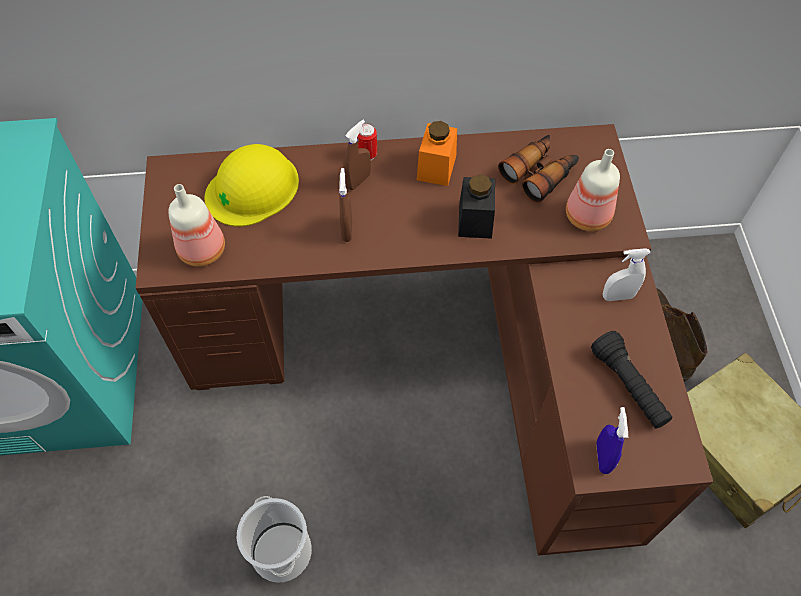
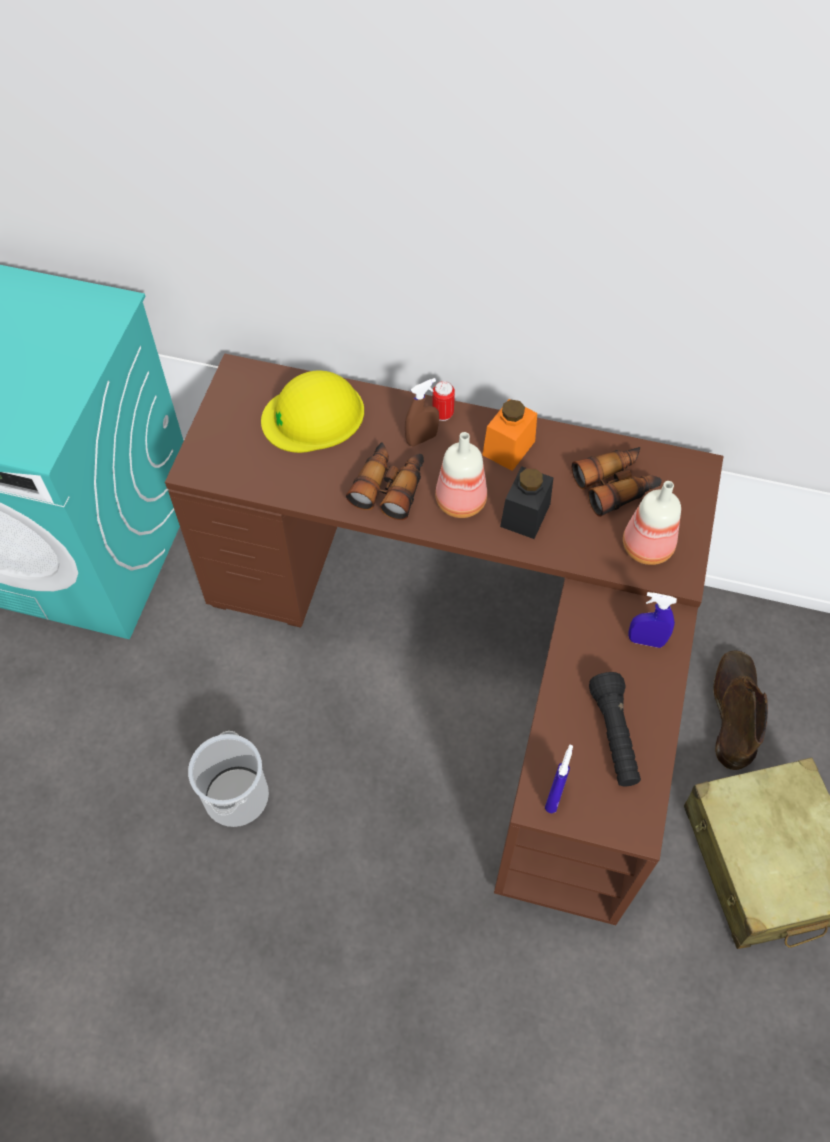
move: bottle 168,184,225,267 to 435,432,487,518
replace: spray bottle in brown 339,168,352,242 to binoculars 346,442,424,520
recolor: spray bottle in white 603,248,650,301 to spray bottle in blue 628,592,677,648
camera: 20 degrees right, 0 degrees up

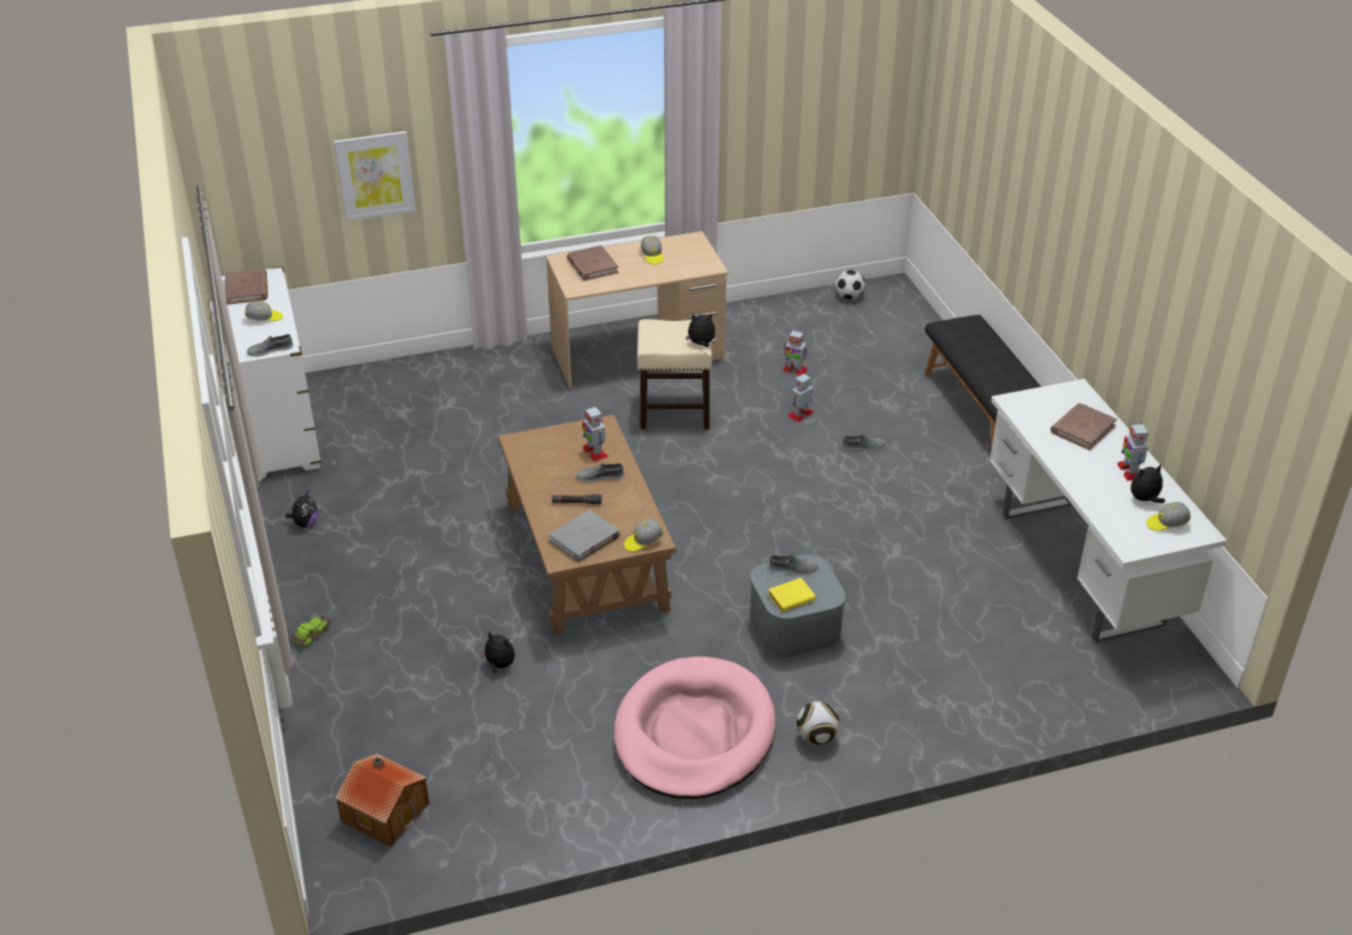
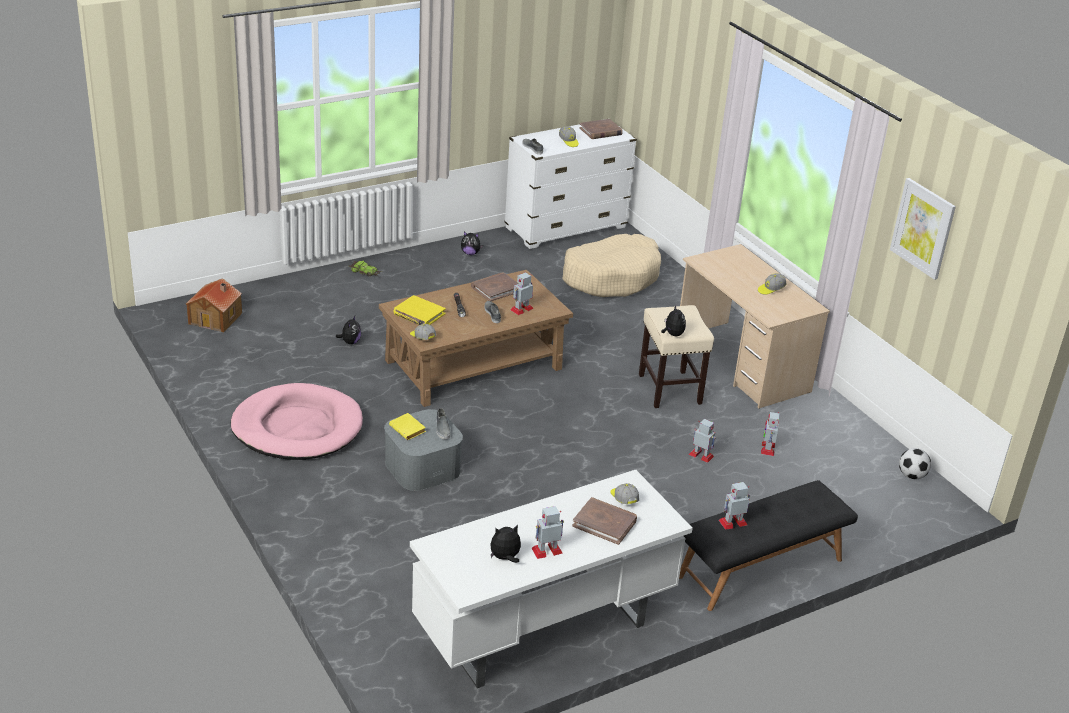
delete: shoe in grey 842,433,884,451; football 797,701,840,745
insert: dog bed in beige 563,234,661,297; toy robot 719,482,750,530
move: picture 334,131,416,221 to 890,178,956,280; book in brown 567,245,619,281 to 471,272,518,301; cap 1146,502,1191,531 to 610,483,639,504
recolor: book in grey 549,510,620,561 to book in yellow 393,295,446,325
rotate: plush toy 1131,464,1165,503 = 491,525,521,563 75 degrees counterclockwise
camera: 75 degrees right, 5 degrees down

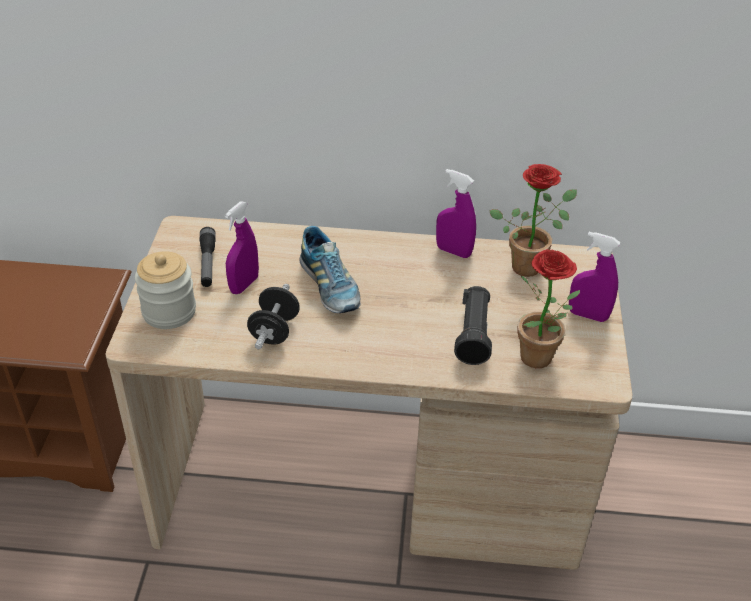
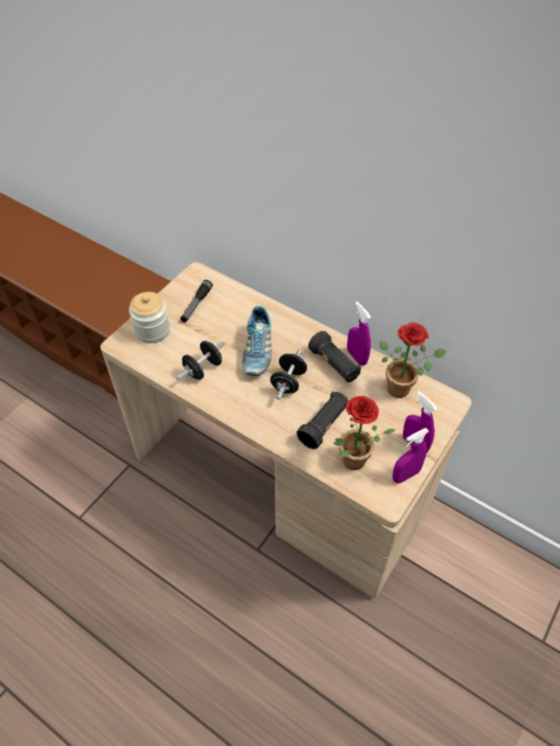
insert: flashlight in black 308,331,361,382; dumbbell in black 270,349,307,400
move: spray bottle in purple 225,201,259,294 to 393,428,429,484
camera: 30 degrees right, 10 degrees up

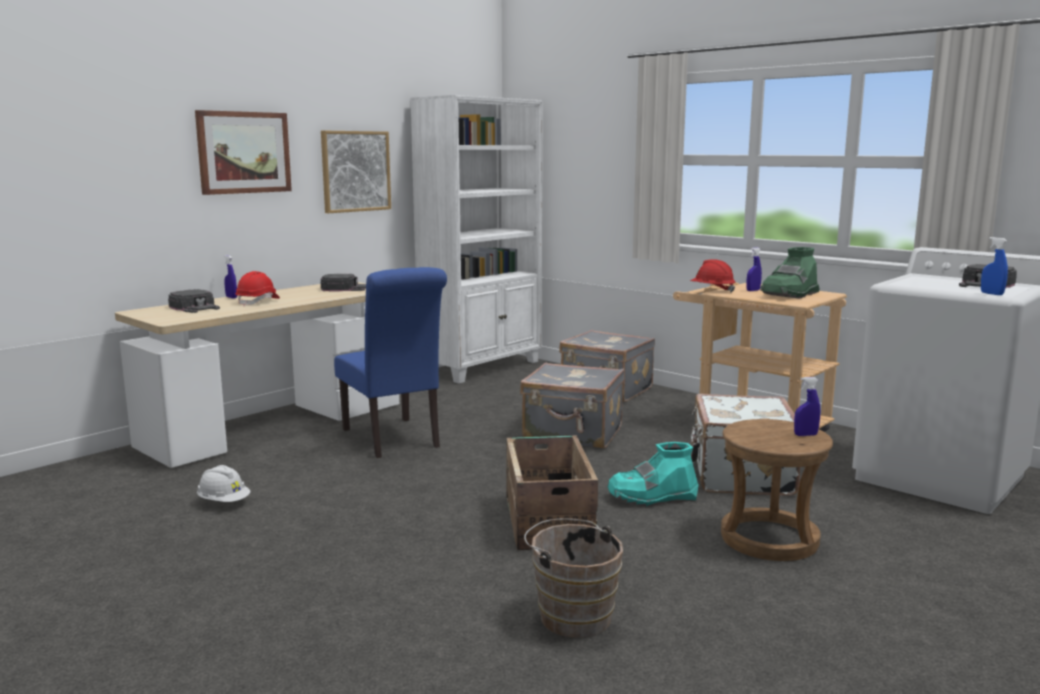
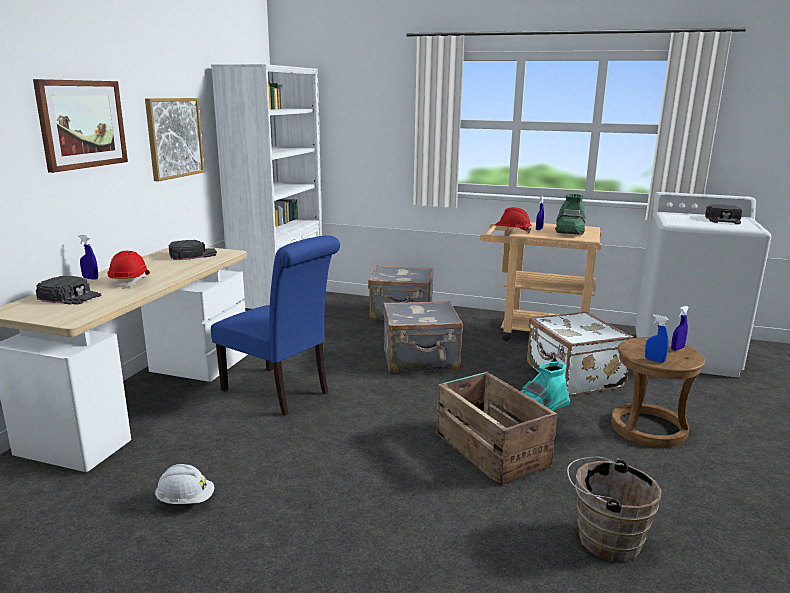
move: spray bottle in blue 981,237,1008,295 to 645,314,669,363
camera: 25 degrees left, 5 degrees up

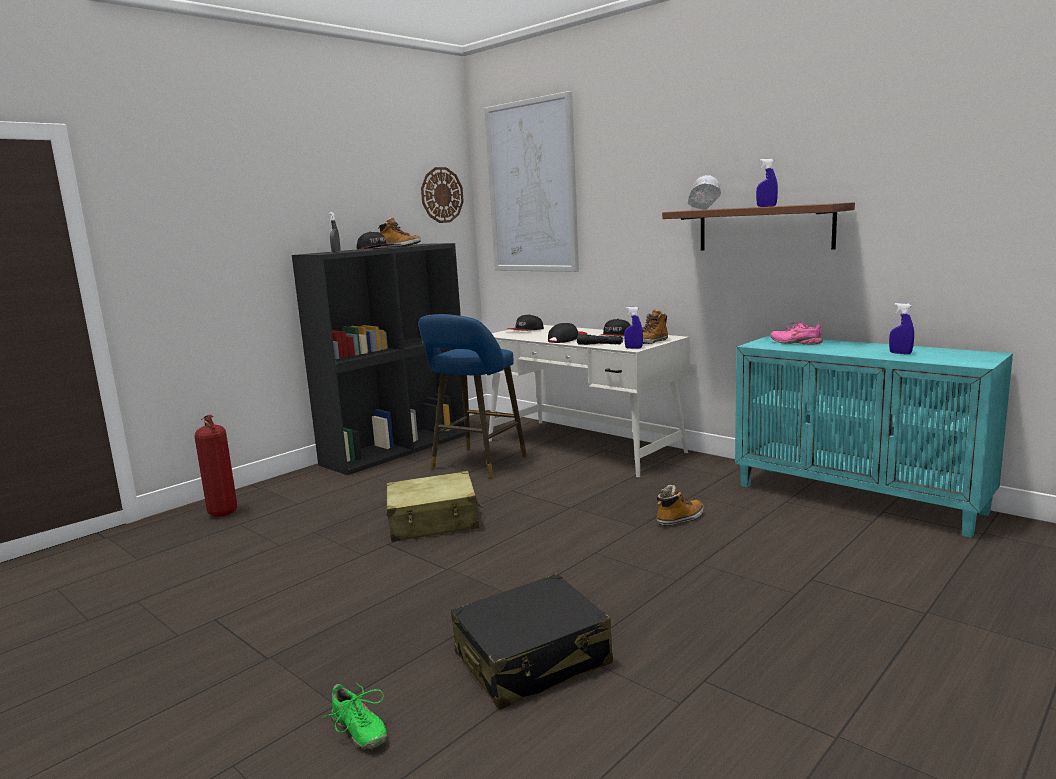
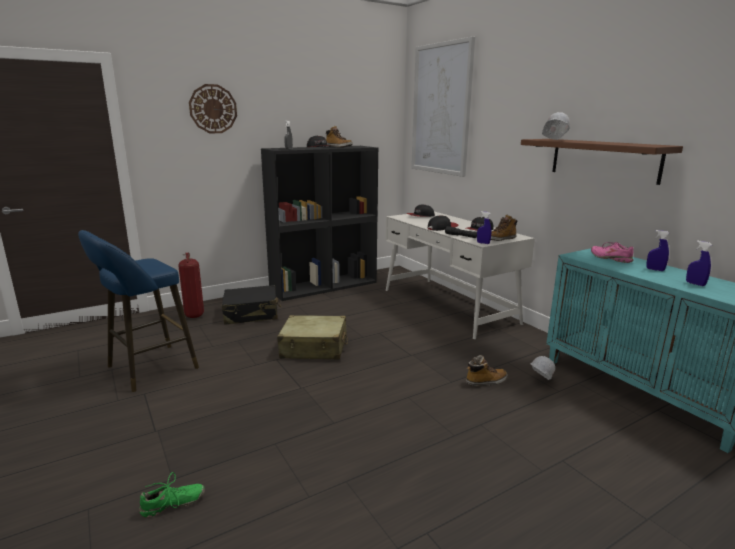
insert: hard hat in white 531,356,555,380
move: spray bottle in blue 756,159,778,207 to 647,230,669,271; wall clock 421,167,464,223 to 189,84,237,133; stool in blue 419,314,527,478 to 78,230,199,392; suitcase in black 451,574,613,710 to 222,285,281,325
rotate: shoe in green 322,683,387,749 = 139,472,205,518 90 degrees counterclockwise
camera: 15 degrees right, 5 degrees up

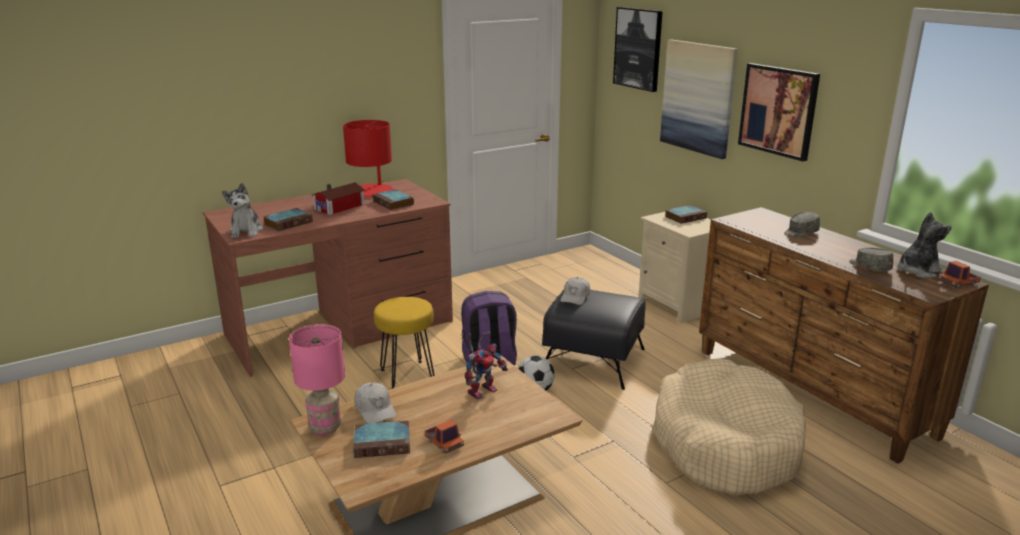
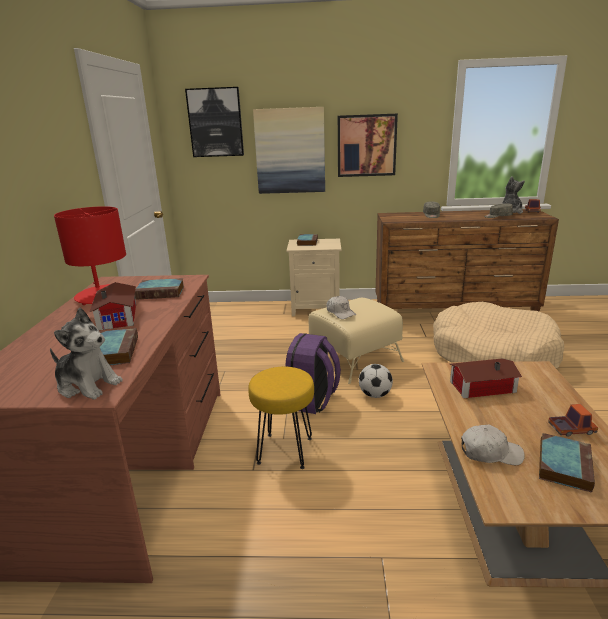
delete: table lamp in pink 289,324,345,435
replace: toy robot 465,332,508,400 to toy house 450,359,522,398
recolor: ottoman in black 542,290,646,390 to ottoman in beige 309,298,404,384
camera: 55 degrees left, 0 degrees up

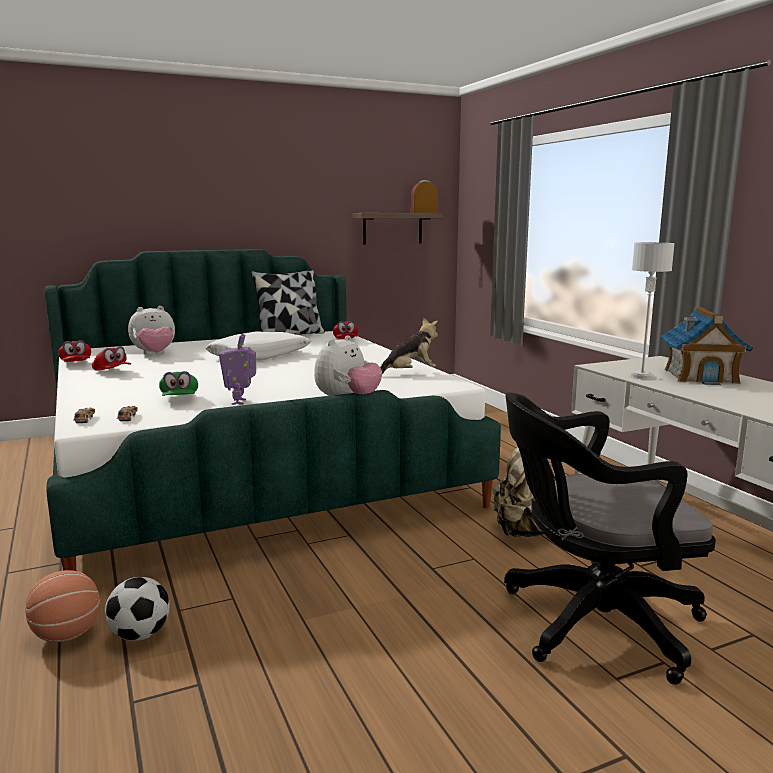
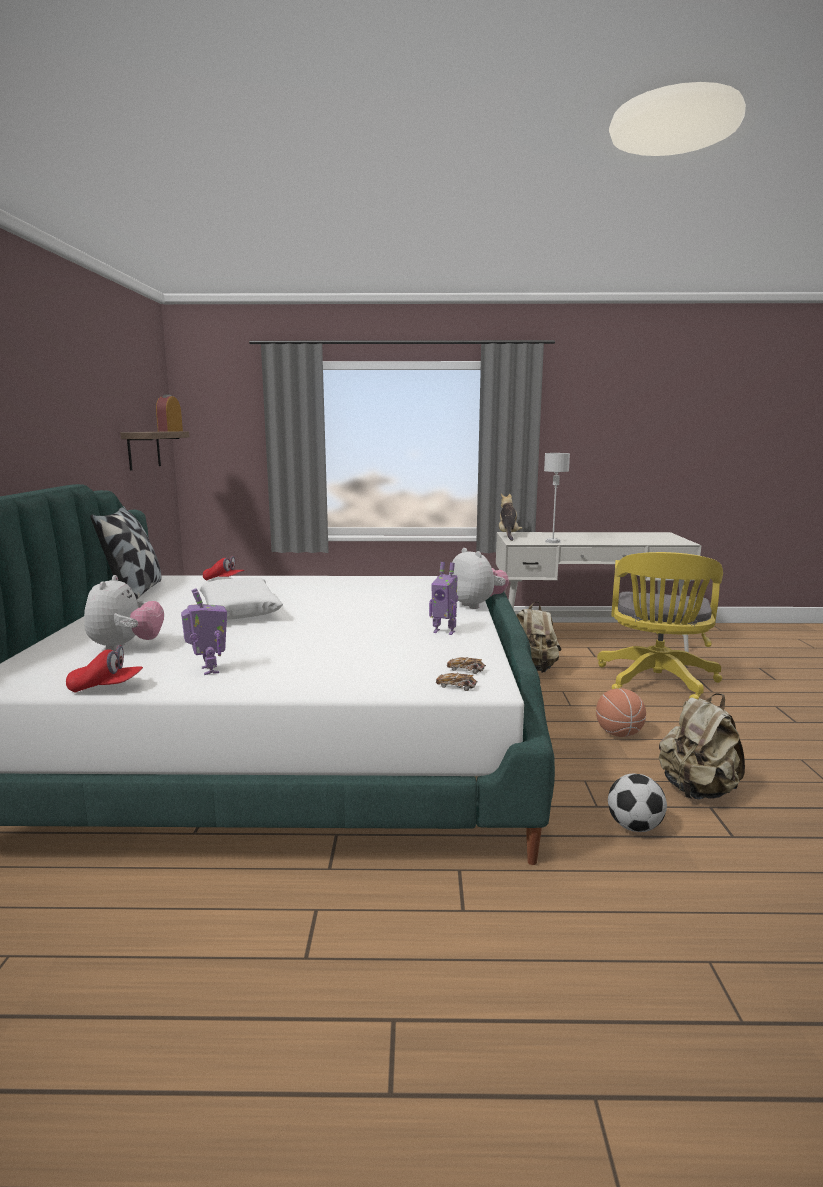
delete: toy house 661,307,753,385; cap in green 159,371,198,396
insert: backpack in beige 659,694,745,800
move: plush toy 380,318,438,374 to 499,494,522,541; basketball 25,570,100,642 to 596,688,646,737
replace: cap in red 92,346,131,371 to toy robot 181,588,227,675
recolor: office chair in black 504,392,716,685 to office chair in yellow 597,552,723,699
camera: 65 degrees left, 0 degrees up

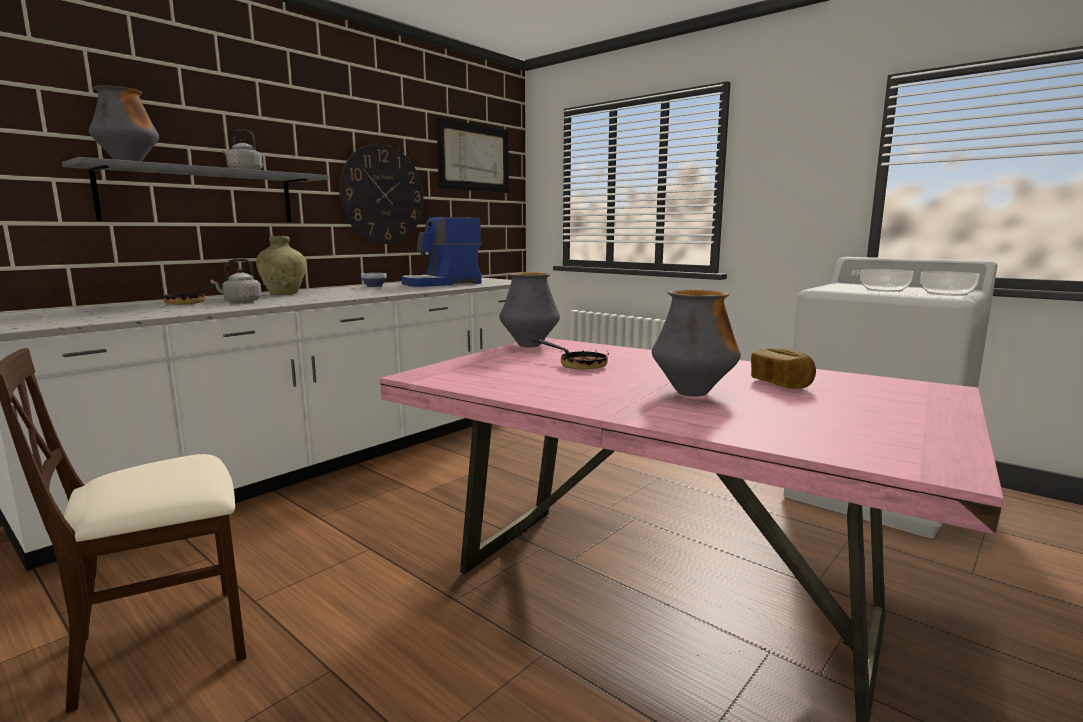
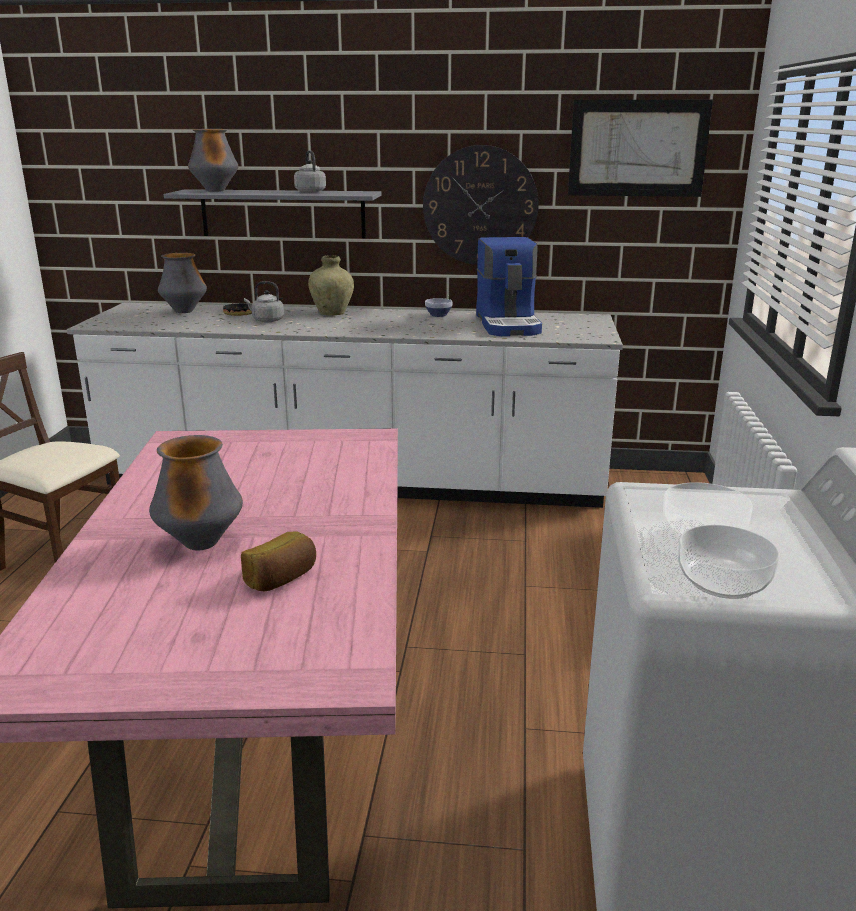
delete: frying pan 535,339,609,370
move: vase 499,272,560,348 to 158,253,207,313
rotate: coffee machine 402,217,482,287 = 476,237,542,336 120 degrees counterclockwise
camera: 55 degrees right, 10 degrees up

